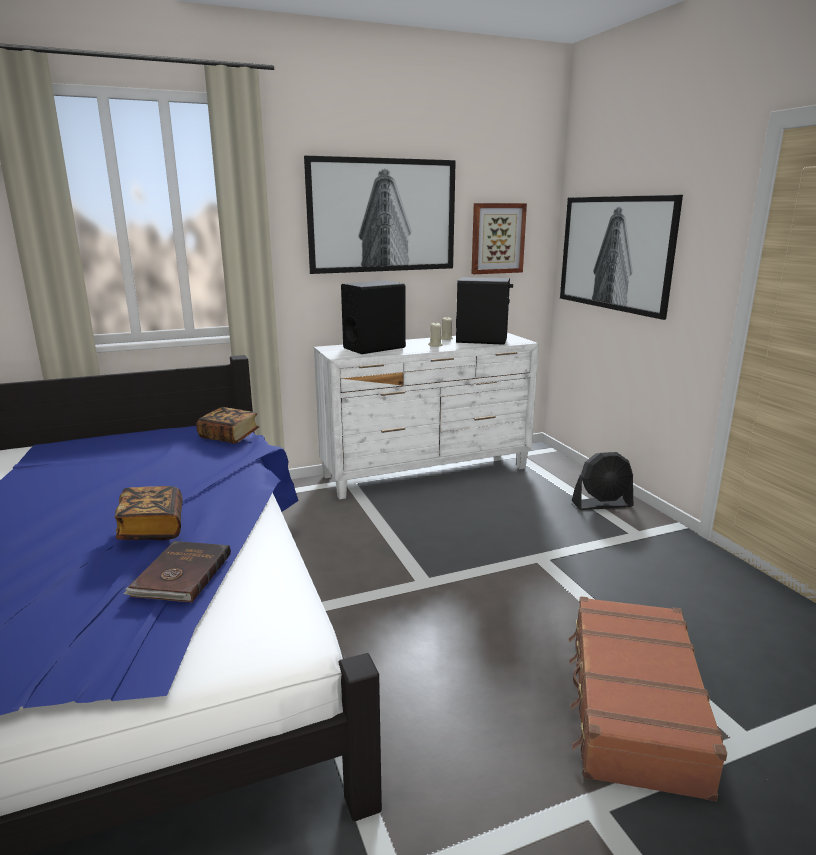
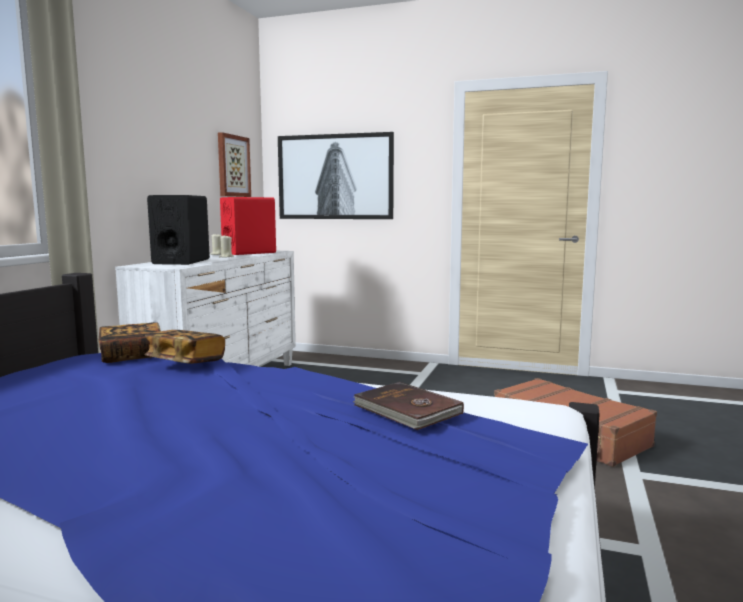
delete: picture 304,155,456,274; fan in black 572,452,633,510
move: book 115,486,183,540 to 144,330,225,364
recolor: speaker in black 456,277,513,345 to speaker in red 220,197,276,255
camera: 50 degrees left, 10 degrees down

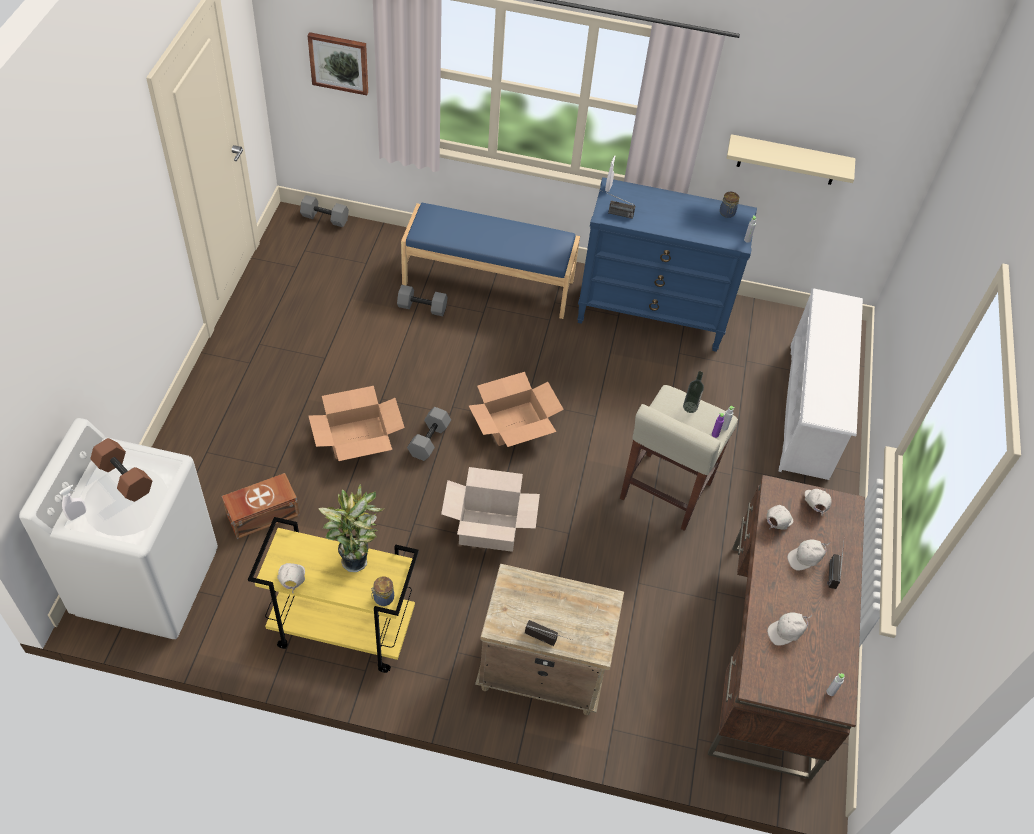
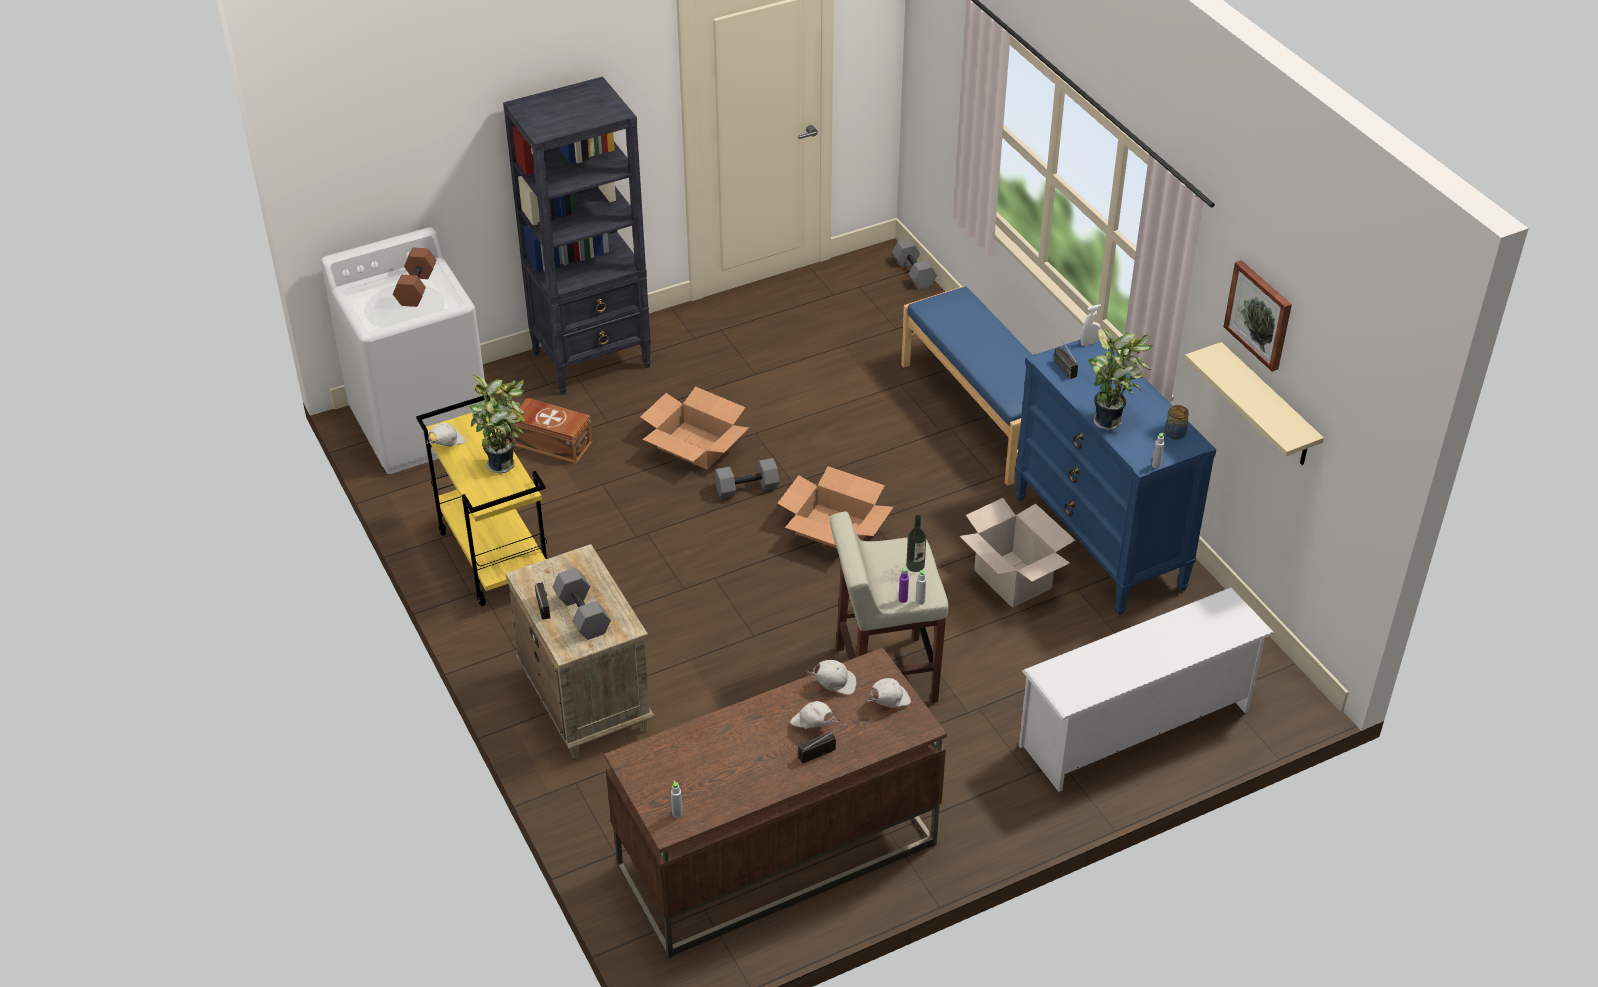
delete: spray bottle in white 59,484,86,521; jar 371,576,394,606; cap in white 767,612,812,646
insert: bookcase in black 503,77,651,395; potted plant 1088,327,1153,430
move: picture 307,32,368,95 to 1224,260,1292,372; dumbbell in grey 397,285,448,316 to 552,568,611,640; cardboard box 441,467,540,552 to 959,498,1075,608
camera: 55 degrees right, 10 degrees down

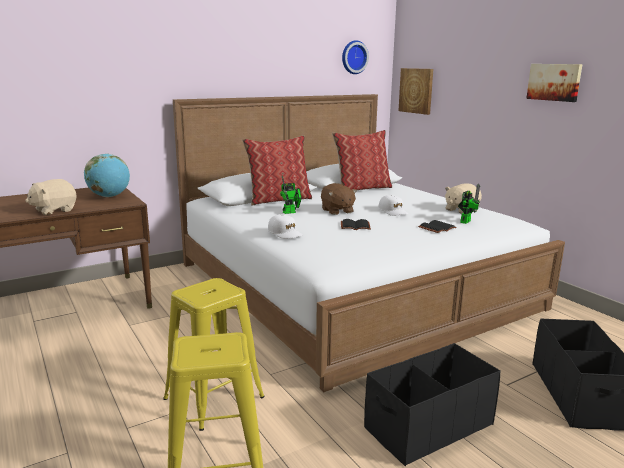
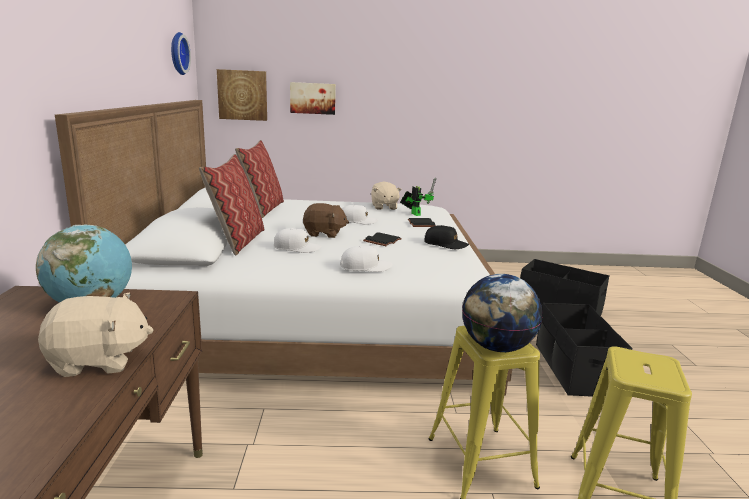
insert: cap in black 424,225,469,249; globe 462,274,543,352
move: picture 526,64,583,102 to 290,82,336,115
replace: toy robot 280,176,302,214 to cap in white 274,228,321,253
rotate: plush toy in beige 25,179,77,215 = 38,292,153,377 90 degrees counterclockwise
camera: 60 degrees left, 0 degrees up

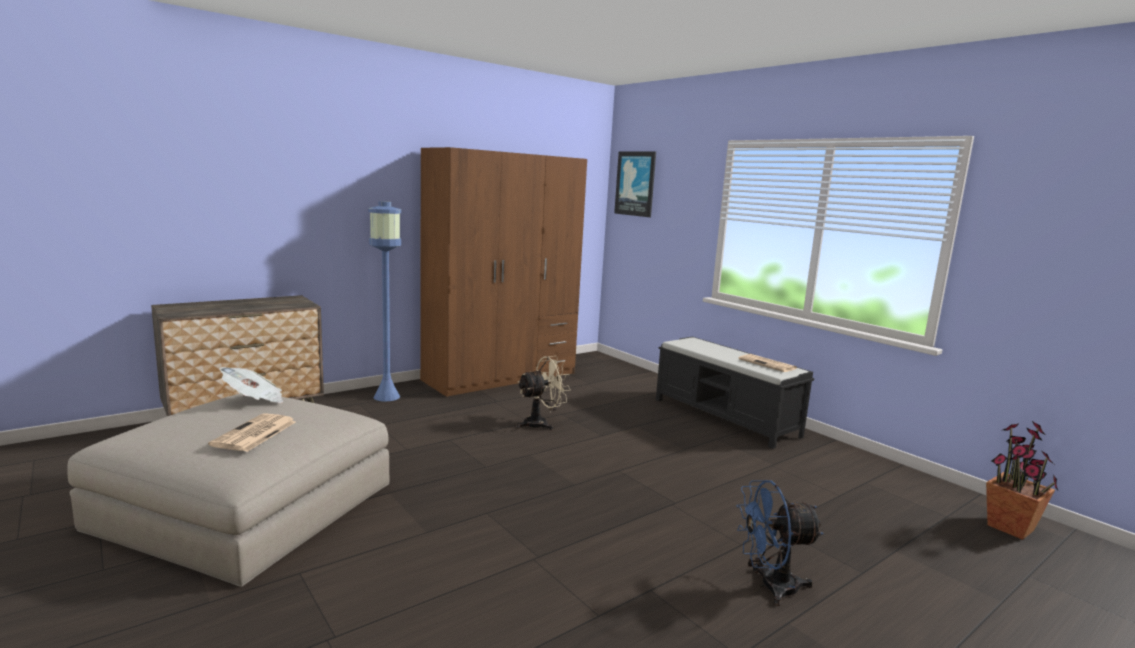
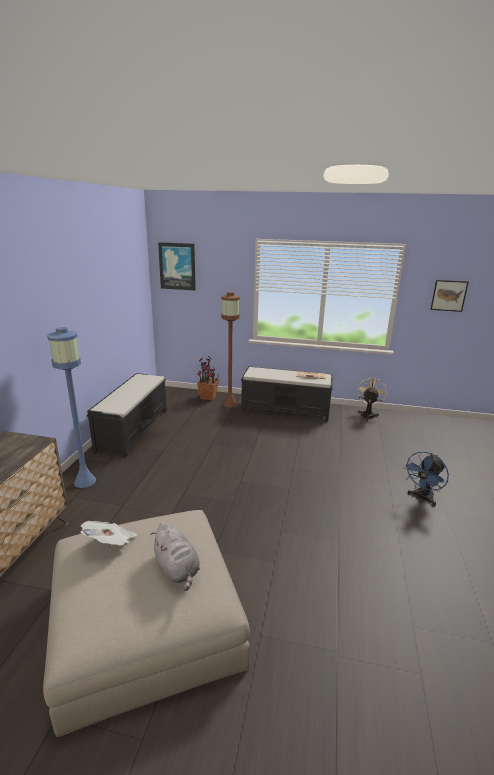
insert: picture 430,280,469,312; floor lamp in brown 221,292,240,407
move: fan in beige 516,356,571,430 to 357,376,387,421; potted plant 986,421,1058,540 to 197,355,219,401
replace: wardrobe in brown 420,147,587,397 to bench in black 87,373,167,457; newspaper 208,413,296,452 to plush toy in grey 151,522,200,591
camera: 40 degrees left, 10 degrees up

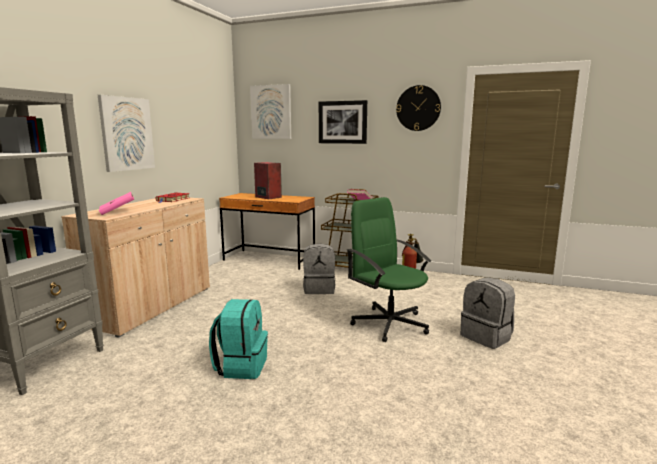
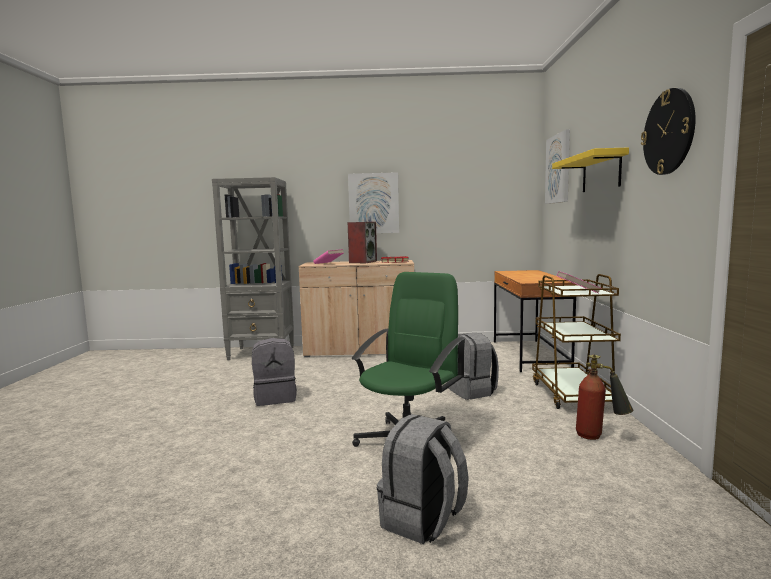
move: speaker 254,162,282,199 to 348,222,377,263
replace: picture 319,100,367,144 to shelf in yellow 552,148,629,192
recolor: backpack in turquoise 209,299,268,379 to backpack in grey 252,338,297,406
camera: 70 degrees right, 5 degrees down

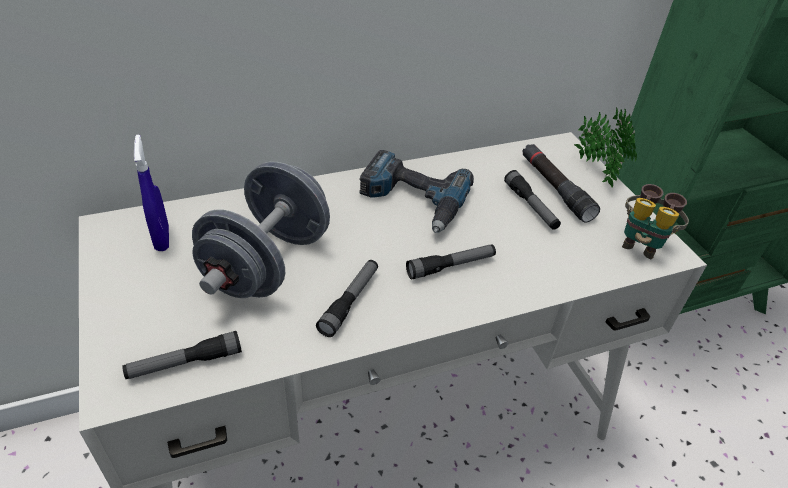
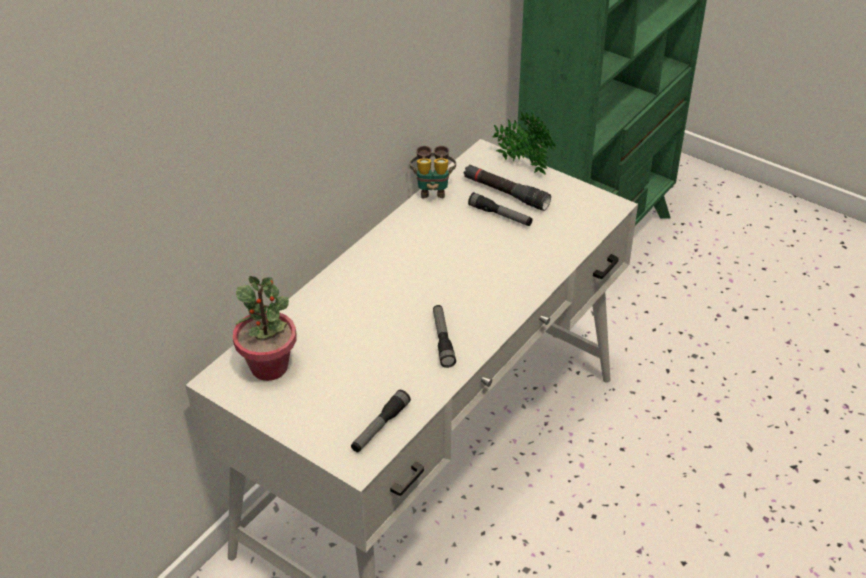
delete: power drill 359,150,474,233; dumbbell in grey 192,162,330,298; flashlight 406,245,496,280
move: binoculars 622,184,689,259 to 410,146,456,198
replace: spray bottle in blue 134,135,169,251 to potted plant 233,276,296,381
camera: 30 degrees left, 0 degrees up

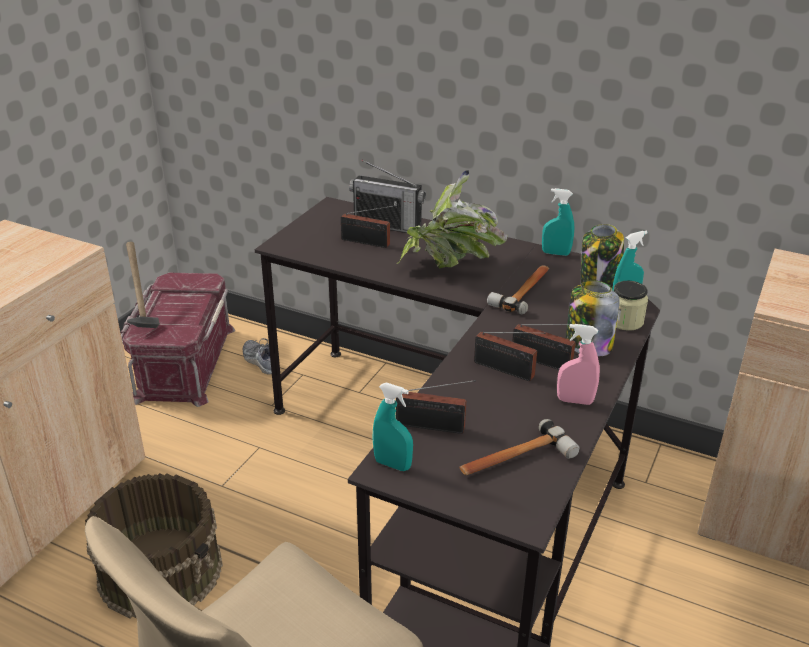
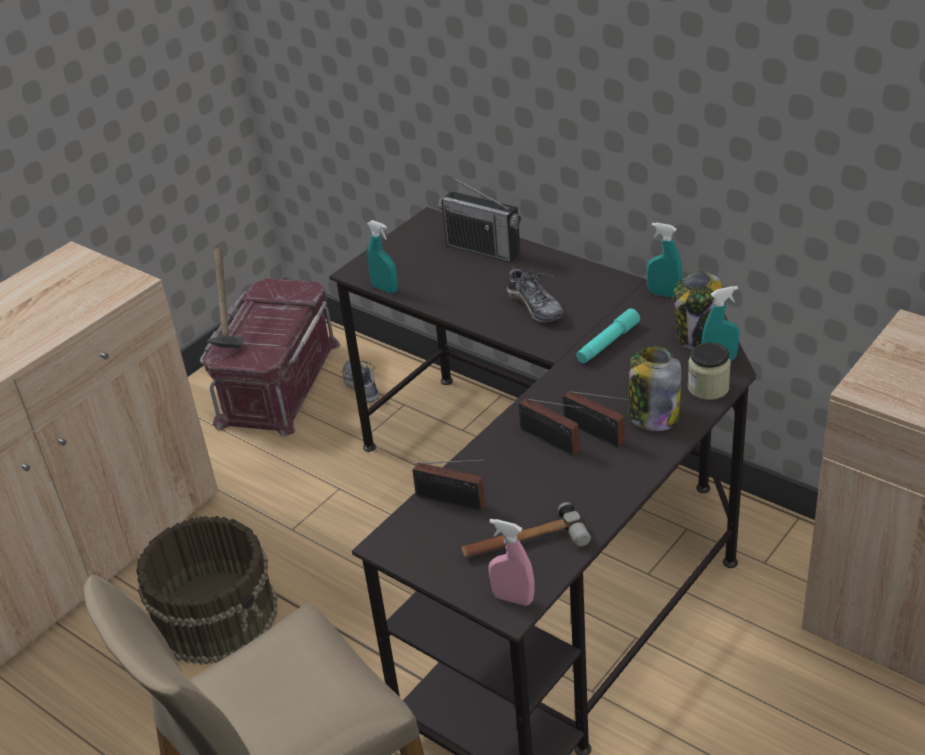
delete: radio 341,206,395,248
move: spray bottle in pink 557,324,600,405 to 489,519,534,606; spray bottle in turquoise 372,383,413,471 to 367,220,398,293
replace: potted plant 396,170,507,268 to shoe 507,266,564,322; hammer 487,265,549,314 to flashlight in turquoise 576,308,640,363
camera: 15 degrees right, 5 degrees up

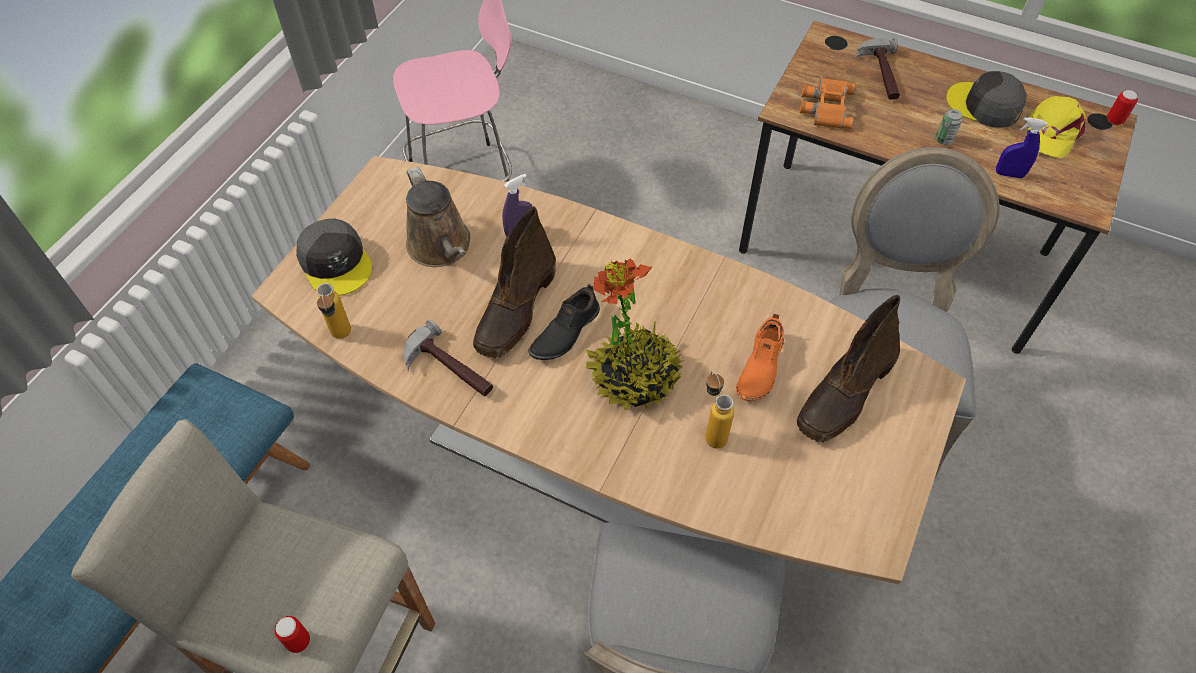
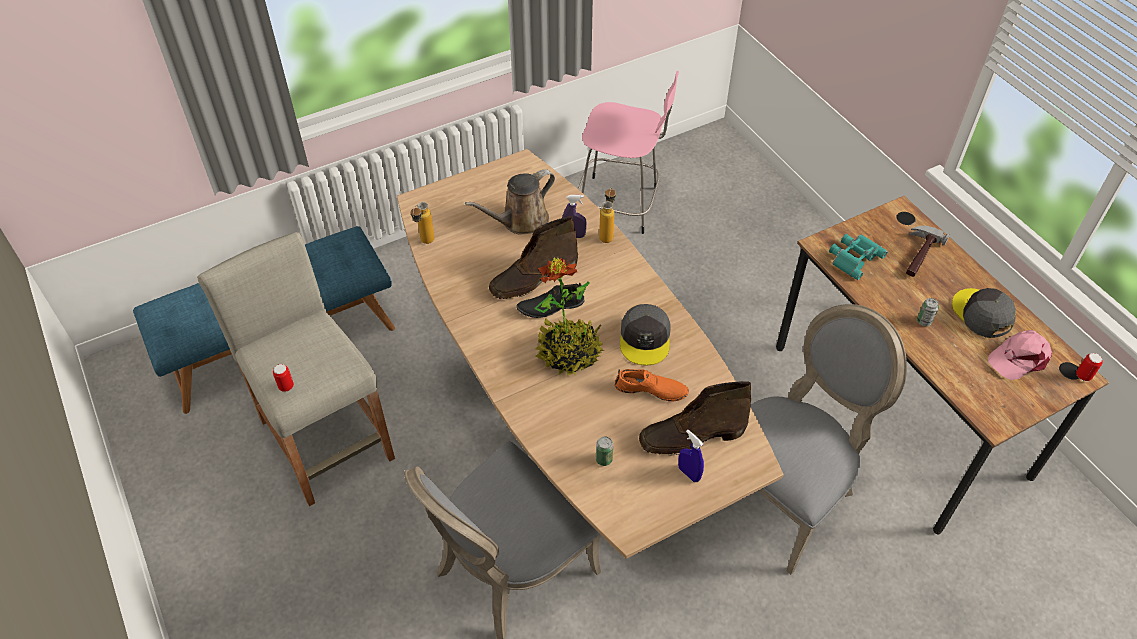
delete: hammer 403,320,493,396
insert: can 596,436,614,466
move: spray bottle in blue 996,117,1047,178 to 678,430,704,482; cap in grey 296,218,372,296 to 620,304,670,366; bottle 705,371,734,449 to 599,186,616,243
recolor: binoculars in orange 800,78,856,129 to binoculars in turquoise 829,234,888,280; cap in yellow 1027,96,1085,158 to cap in pink 988,330,1052,380
rotate: watering can in brown 406,167,470,267 = 465,169,555,235 45 degrees clockwise; shoe in orange 736,314,784,401 = 615,369,689,402 135 degrees counterclockwise
camera: 35 degrees right, 5 degrees down

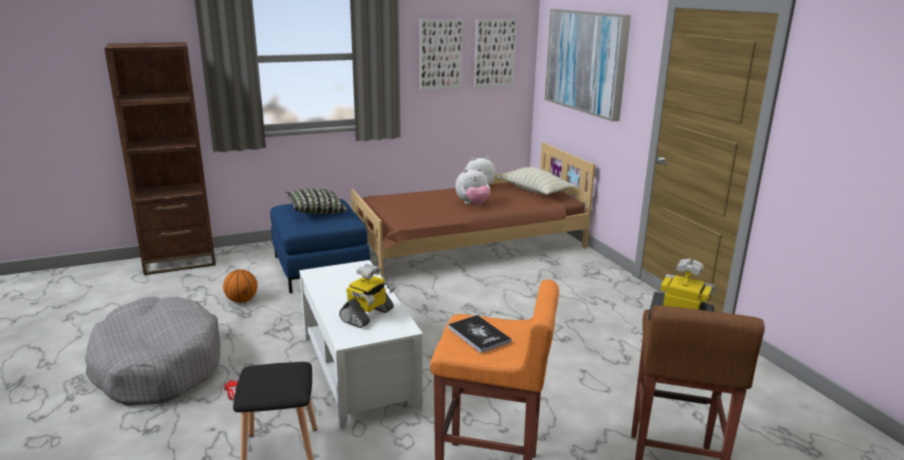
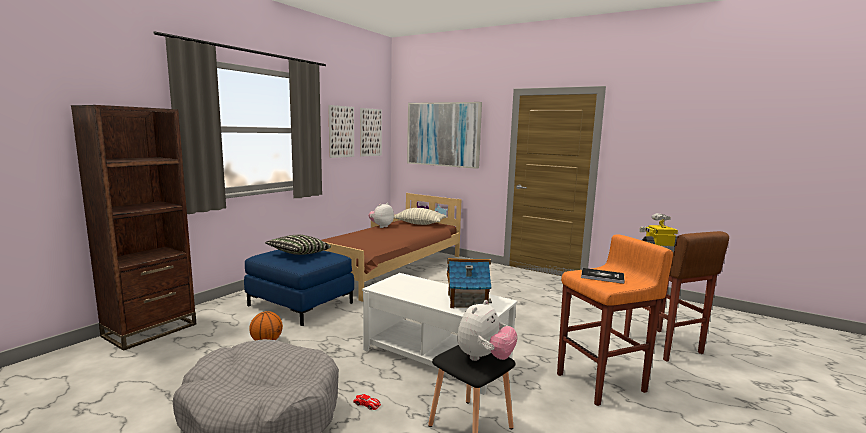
move: plush toy 455,168,490,204 to 457,300,518,361
replace: toy robot 339,264,396,328 to toy house 447,258,492,308
camera: 35 degrees left, 10 degrees down

